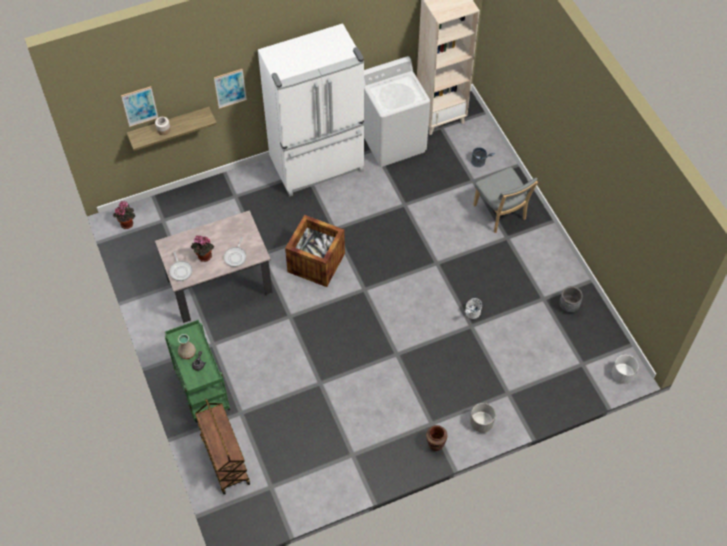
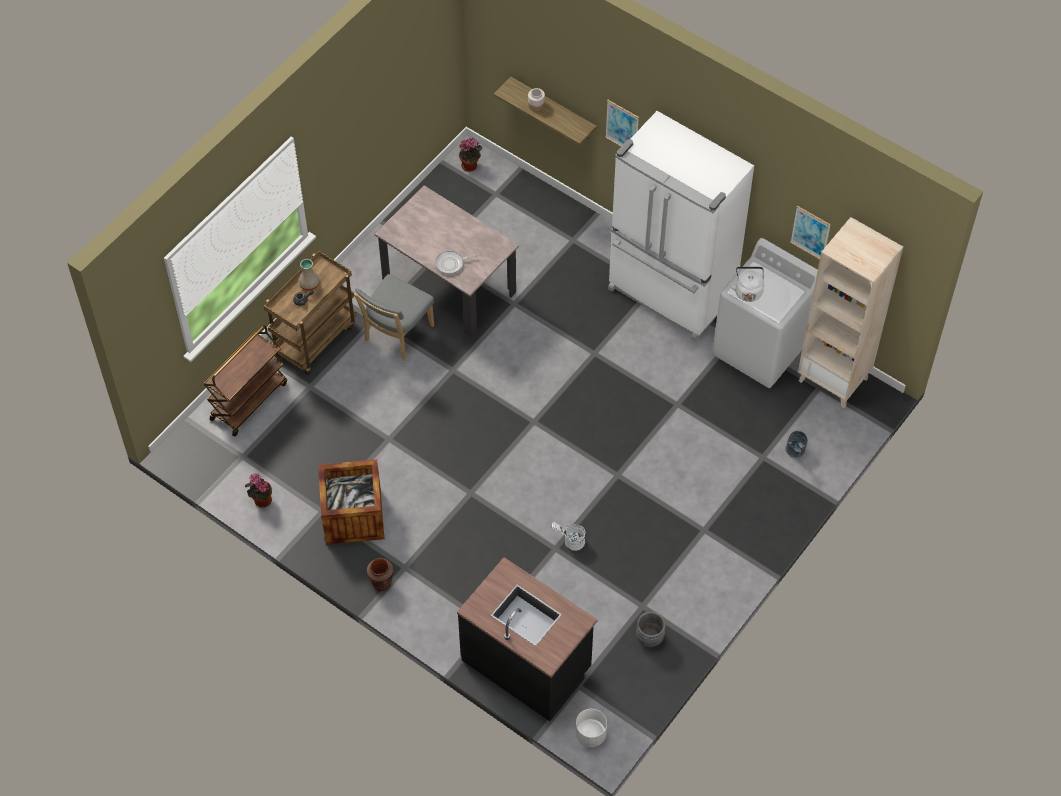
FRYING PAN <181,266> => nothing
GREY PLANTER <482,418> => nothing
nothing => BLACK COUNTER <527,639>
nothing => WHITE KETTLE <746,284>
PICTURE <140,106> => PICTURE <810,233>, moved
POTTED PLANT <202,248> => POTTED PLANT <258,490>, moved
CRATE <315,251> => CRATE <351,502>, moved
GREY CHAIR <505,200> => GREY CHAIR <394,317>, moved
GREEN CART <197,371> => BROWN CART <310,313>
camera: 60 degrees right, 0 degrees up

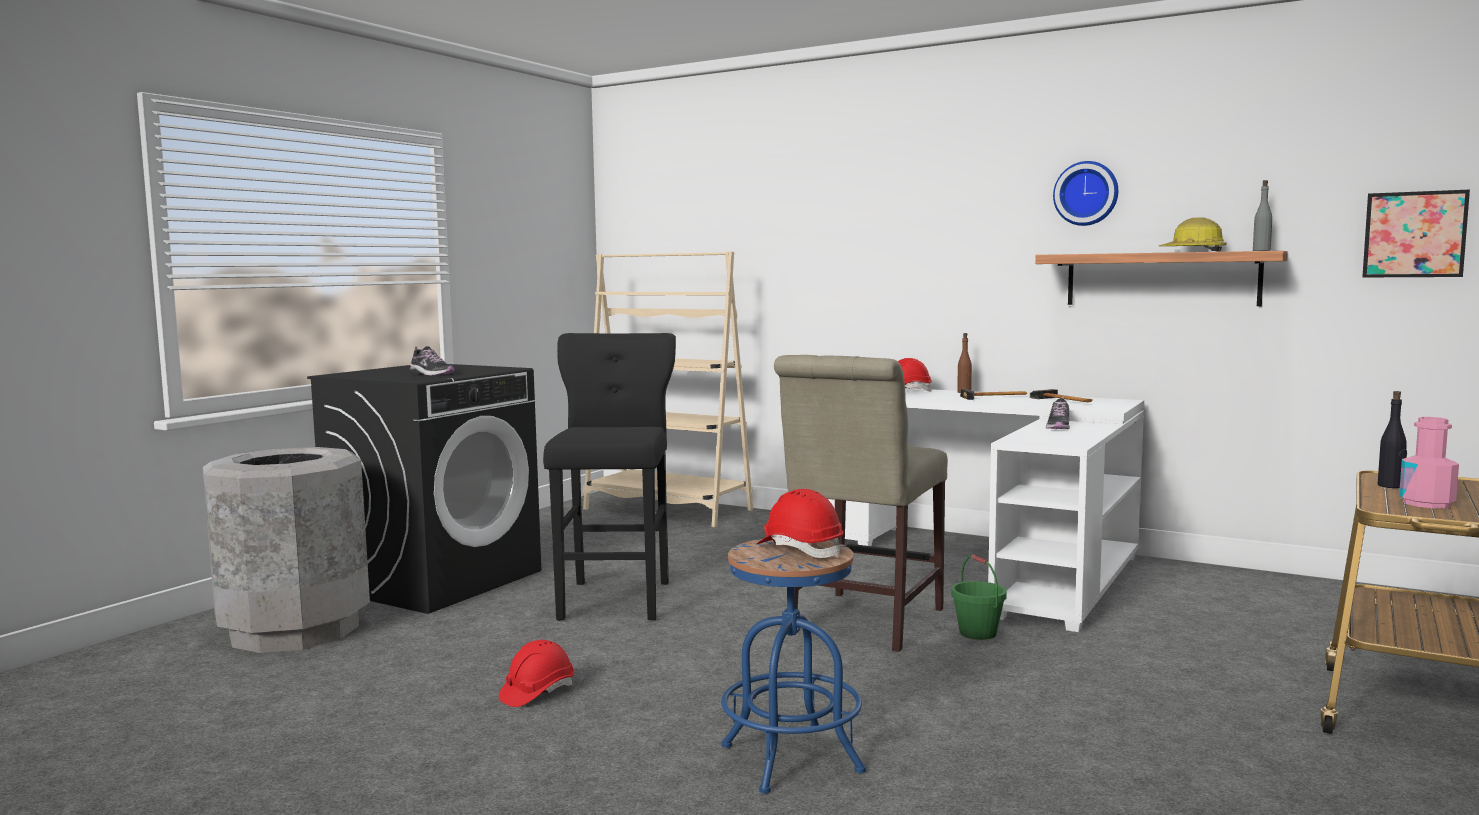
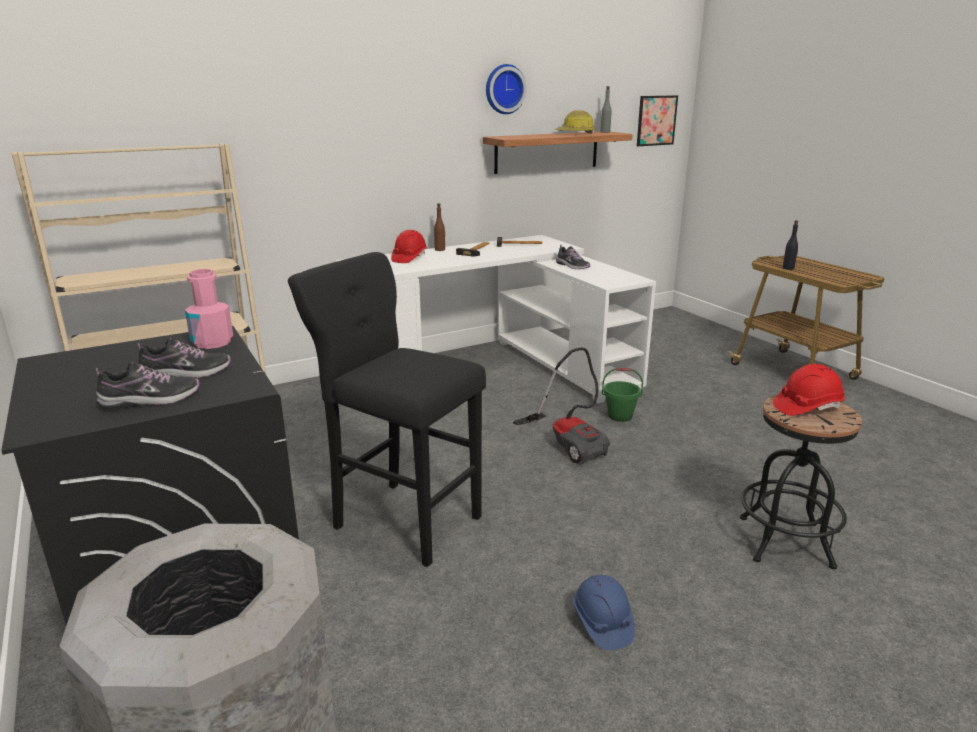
nothing => SHOE <147,385>
PINK BOTTLE <1429,462> => PINK BOTTLE <209,309>, moved
BEIGE CHAIR <861,503> => VACUUM CLEANER <561,405>
RED HARD HAT <536,673> => BLUE HARD HAT <604,612>
BLUE STOOL <793,666> => BLACK STOOL <801,482>
camera: 60 degrees left, 15 degrees up

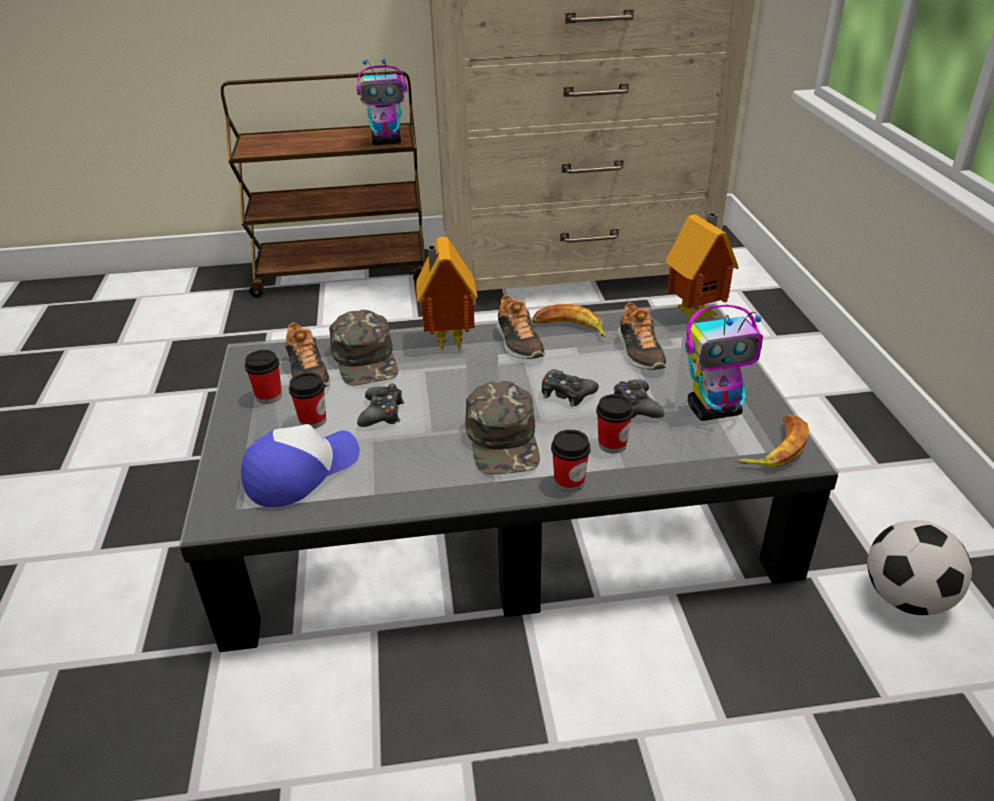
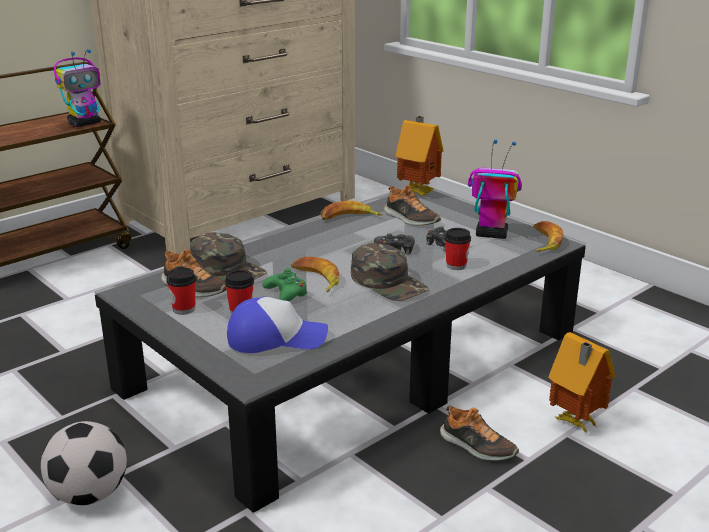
CUP <571,460> => nothing
nothing => BANANA <315,274>
TOY HOUSE <446,294> => TOY HOUSE <582,382>, moved
SHOE <520,326> => SHOE <479,433>, moved
FOOTBALL <919,567> => FOOTBALL <84,463>, moved
BLACK GAME CONTROLLER <380,405> => GREEN GAME CONTROLLER <285,284>
CAP <300,465> => CAP <277,325>, 75 degrees clockwise
TOY ROBOT <724,363> => TOY ROBOT <495,189>, 120 degrees counterclockwise
camera: 35 degrees left, 10 degrees down

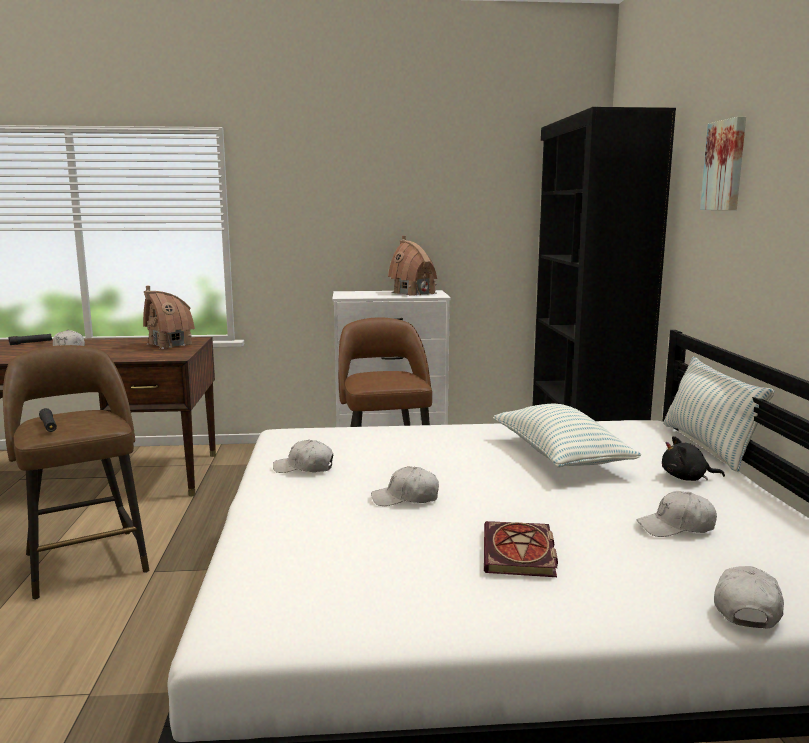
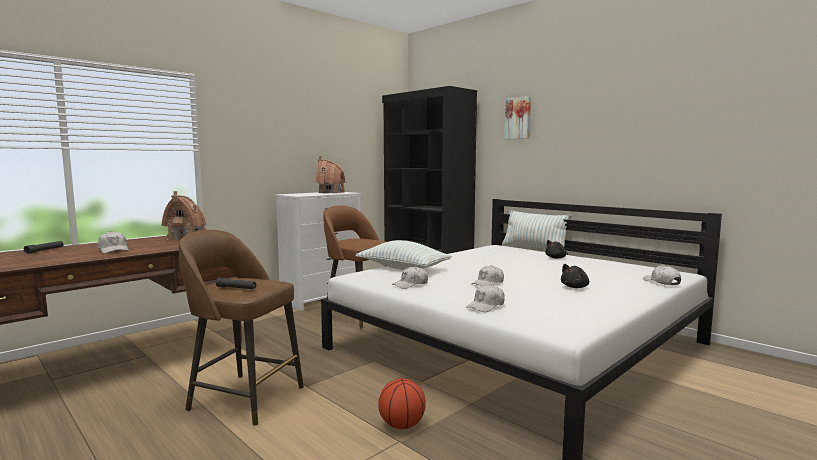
nothing => BASKETBALL <402,403>
PILLOW <567,436> => PILLOW <404,255>, moved
WHITE CAP <676,514> => WHITE CAP <485,298>, moved
BOOK <521,549> => BLACK PLUSH TOY <575,276>
camera: 40 degrees left, 5 degrees down

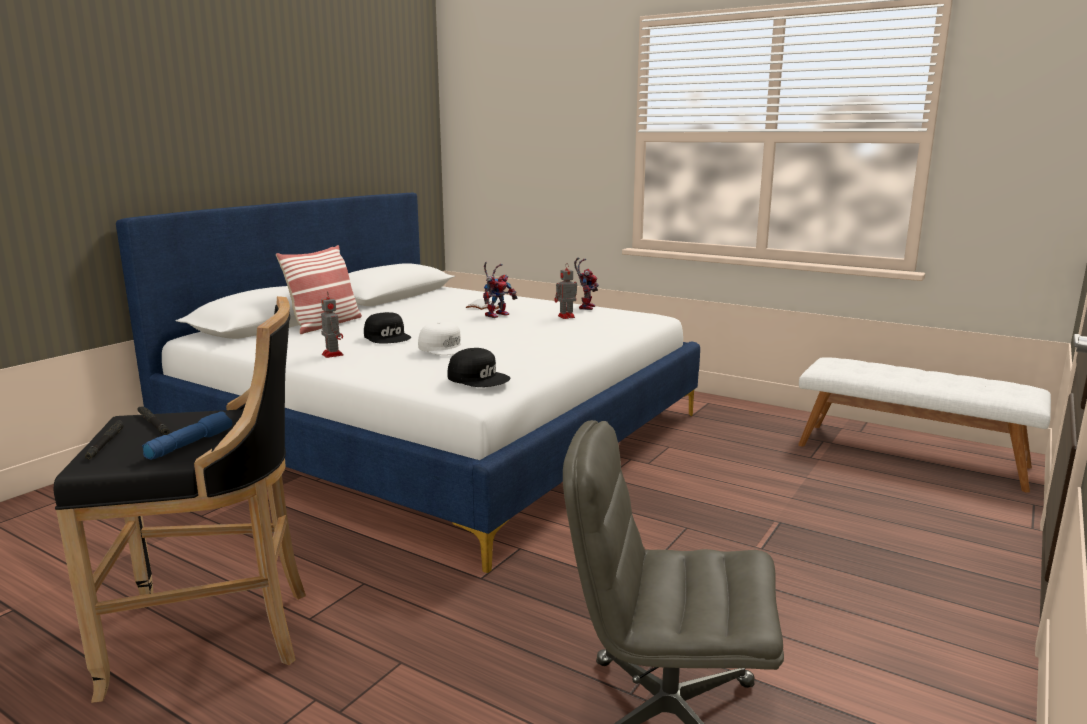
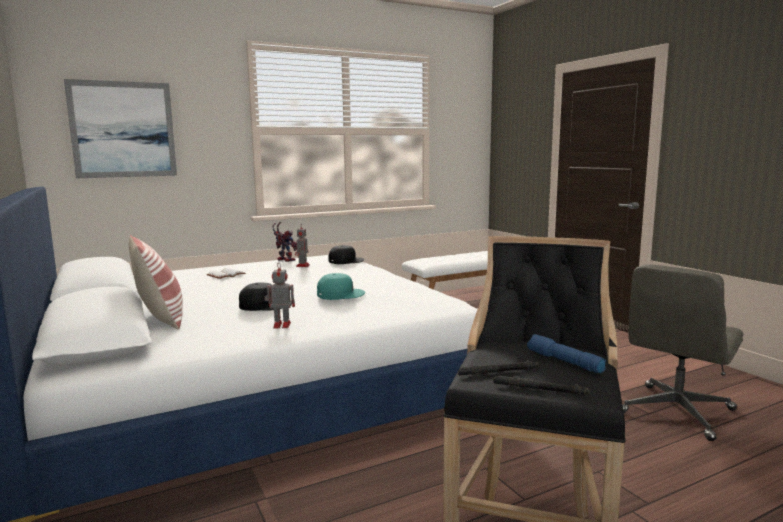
TOY ROBOT <500,290> => nothing
nothing => PICTURE <120,128>
BLACK CAP <479,367> => BLACK CAP <346,254>, moved
WHITE CAP <445,338> => TURQUOISE CAP <341,286>
camera: 60 degrees left, 5 degrees down

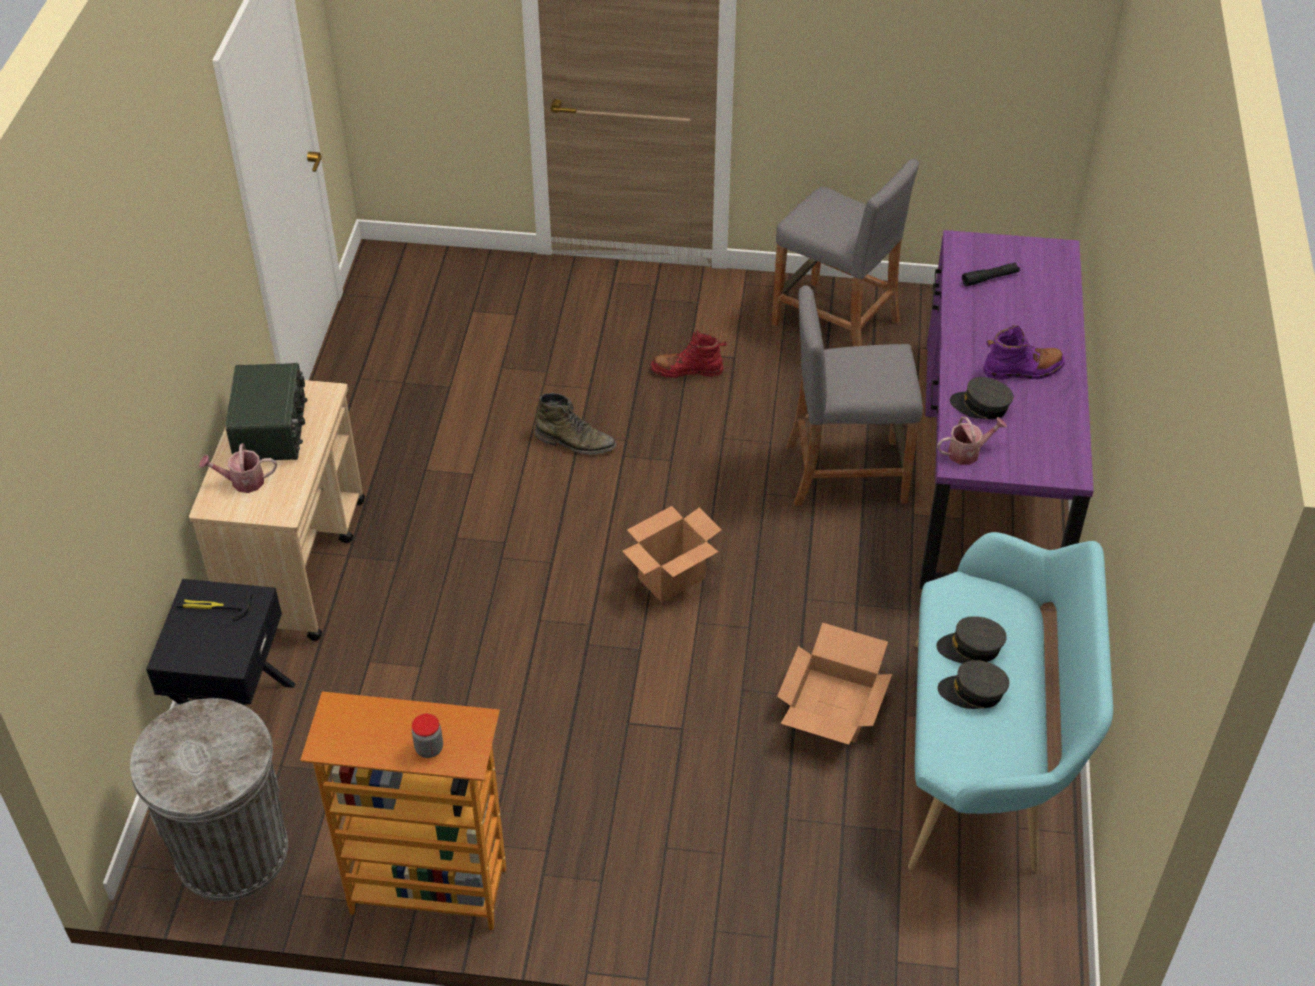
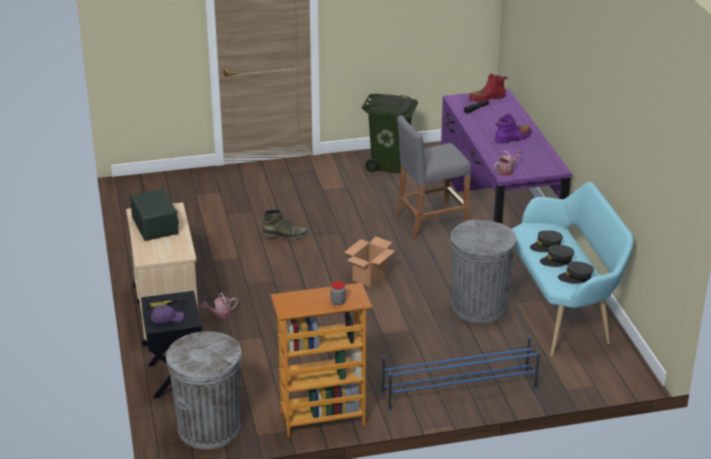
nothing => PURPLE CAP <167,314>
nothing => BLUE SHOE RACK <461,373>
WATERING CAN <238,468> => WATERING CAN <219,305>, moved
RED BOOT <688,354> => RED BOOT <488,87>, moved
GREY CAP <982,398> => GREY CAP <576,272>, moved
GREY STOOL <845,253> => GREEN TRASH CAN <390,133>
CARDBOARD BOX <834,684> => GREY TRASH CAN <483,271>
camera: 20 degrees left, 15 degrees down

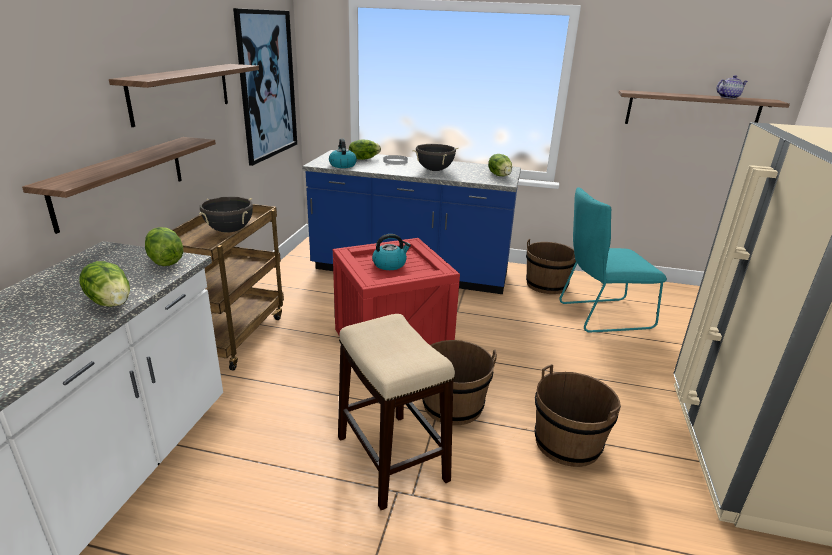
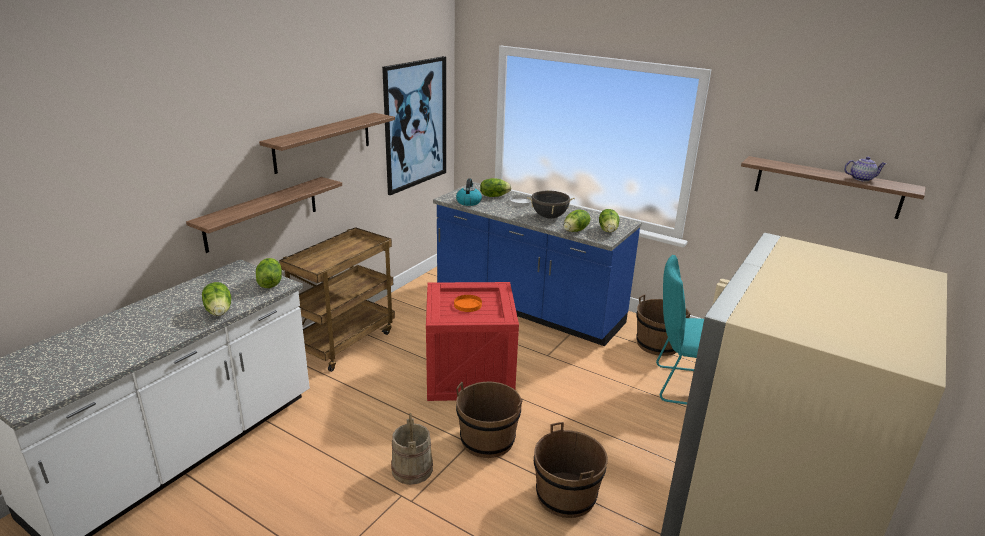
BLACK COOKING POT <225,214> => nothing
nothing => LETTUCE <577,220>
STOOL <396,412> => BEIGE BUCKET <412,449>
KETTLE <391,252> => ORANGE PLATE <468,303>
camera: 20 degrees right, 0 degrees up

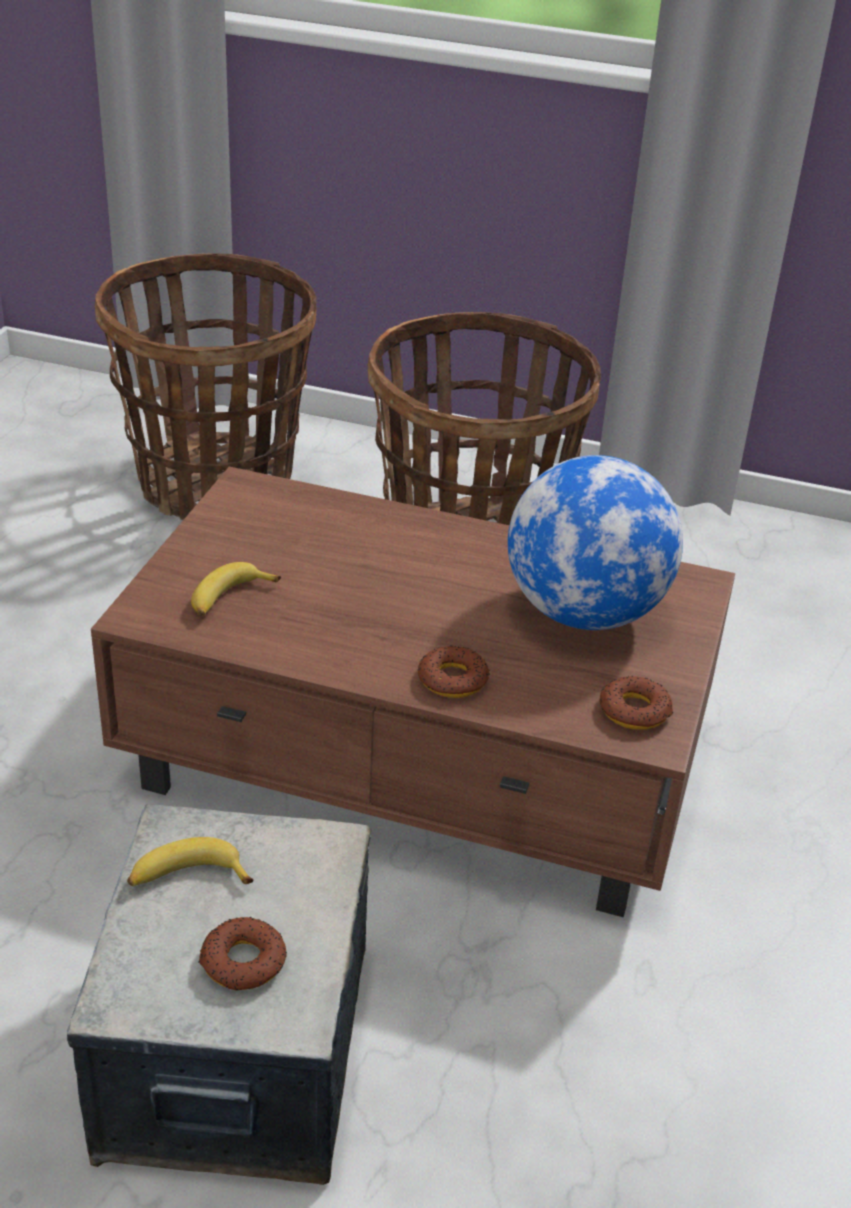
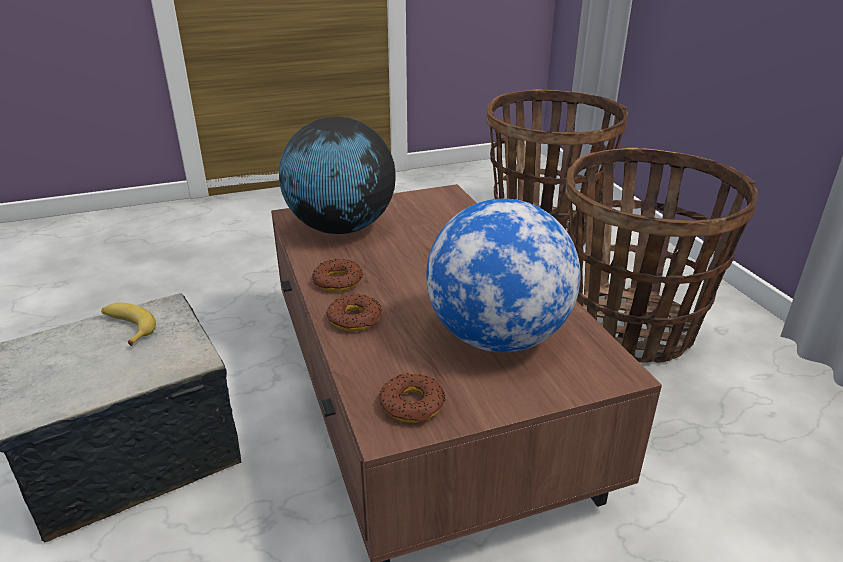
DONUT <242,954> => DONUT <337,275>, moved
BANANA <236,589> => GLOBE <337,175>
camera: 55 degrees right, 5 degrees down

